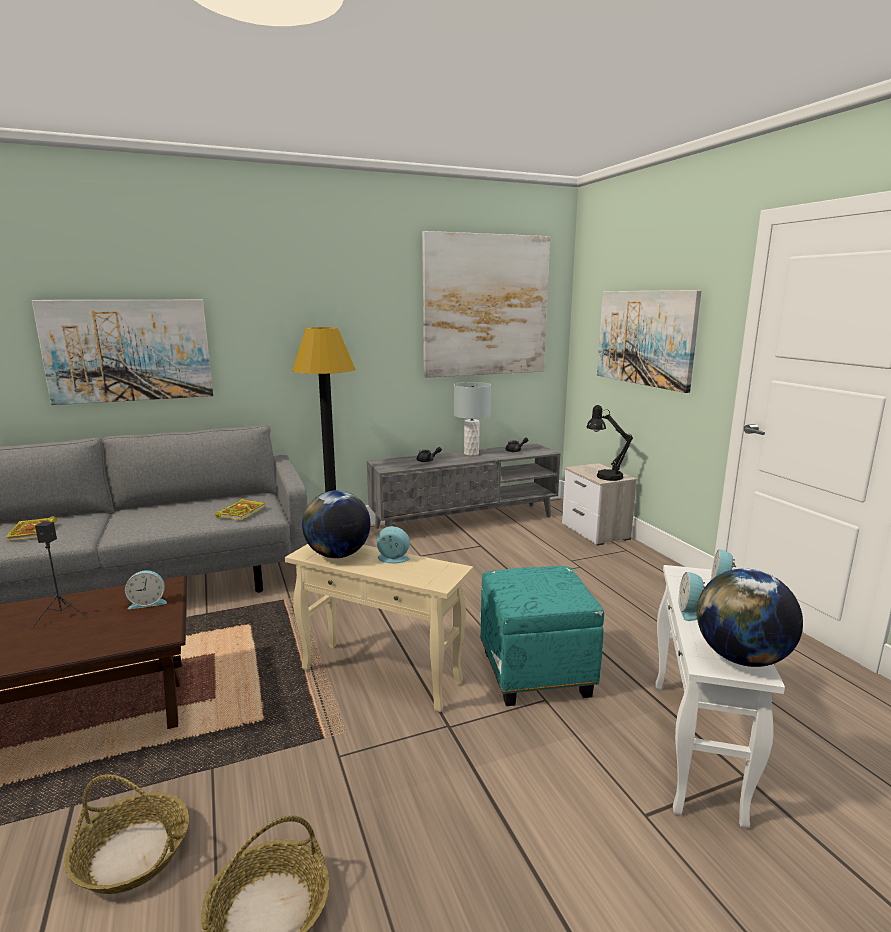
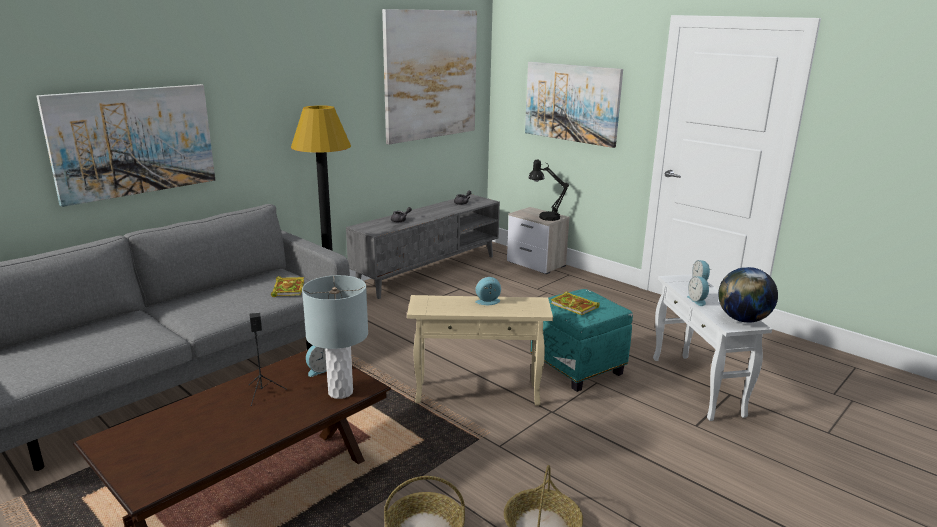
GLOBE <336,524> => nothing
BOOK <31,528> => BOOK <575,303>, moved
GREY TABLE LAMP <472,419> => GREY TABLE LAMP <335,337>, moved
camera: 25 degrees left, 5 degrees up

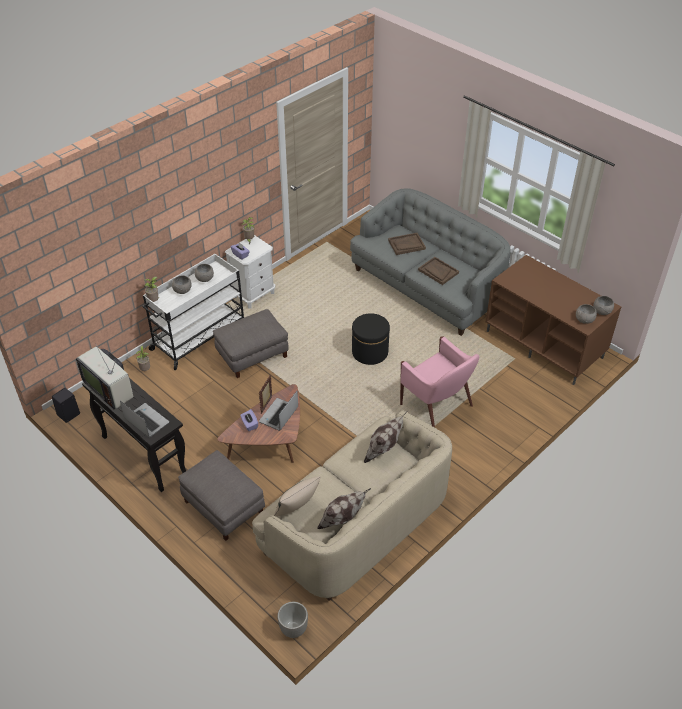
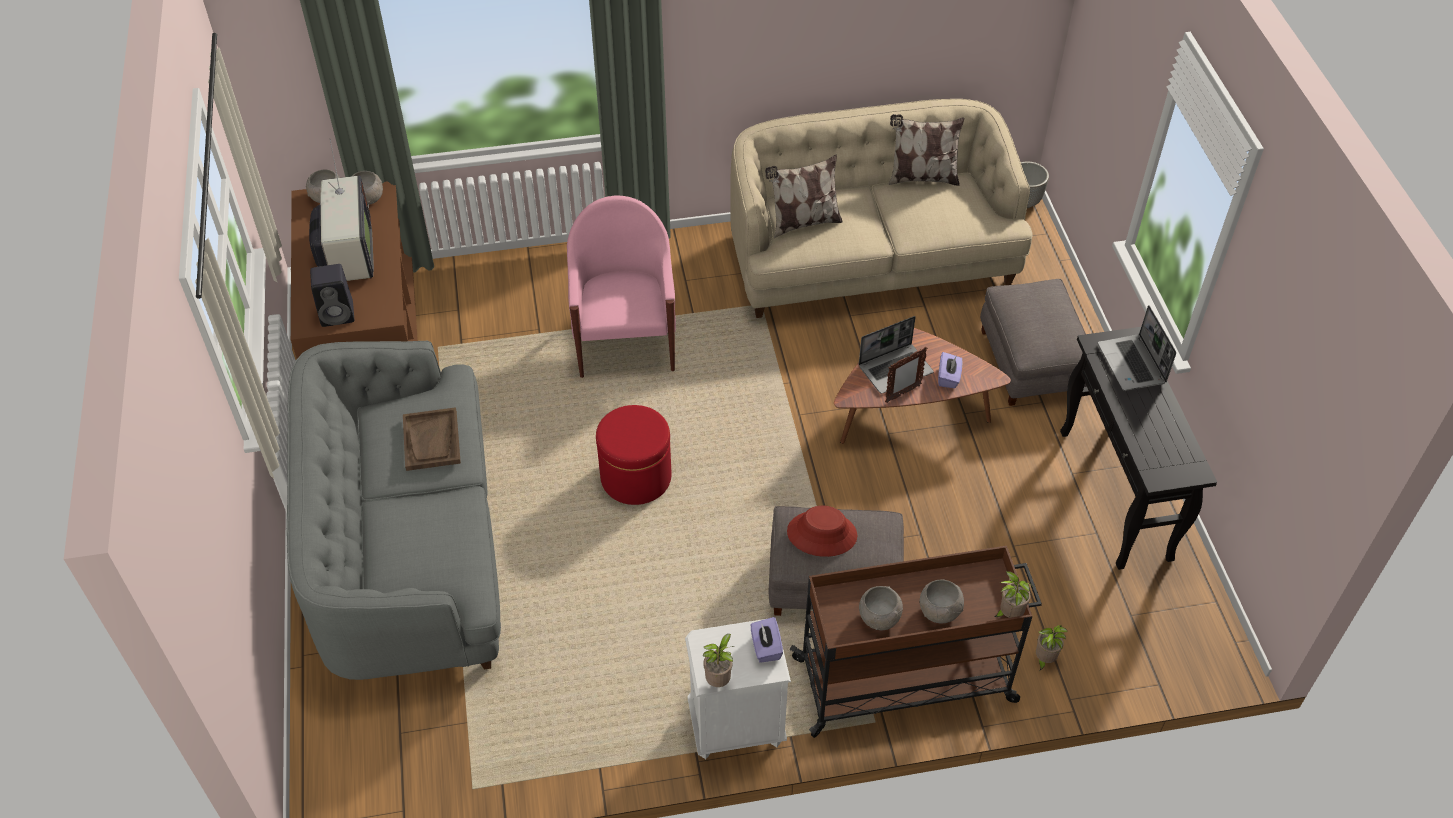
BEIGE PILLOW <297,496> => nothing
BROWN TRAY <407,244> => nothing
nothing => RED HAT <822,531>
BLACK SPEAKER <66,405> => BLACK SPEAKER <332,295>, moved
TELEVISION <104,376> => TELEVISION <341,210>, moved
WHITE CART <193,312> => BROWN CART <916,642>
BLACK OTTOMAN <371,339> => RED OTTOMAN <634,455>
camera: 145 degrees left, 5 degrees up

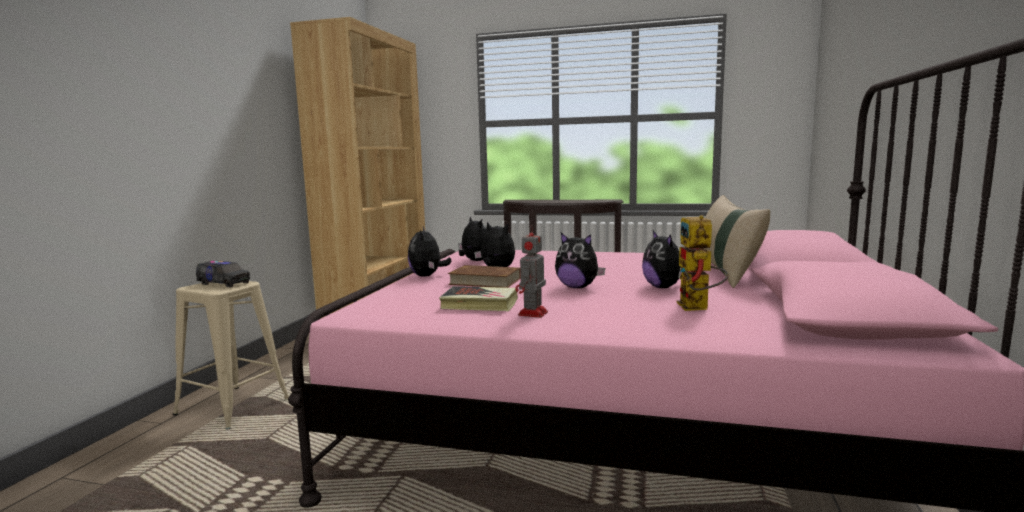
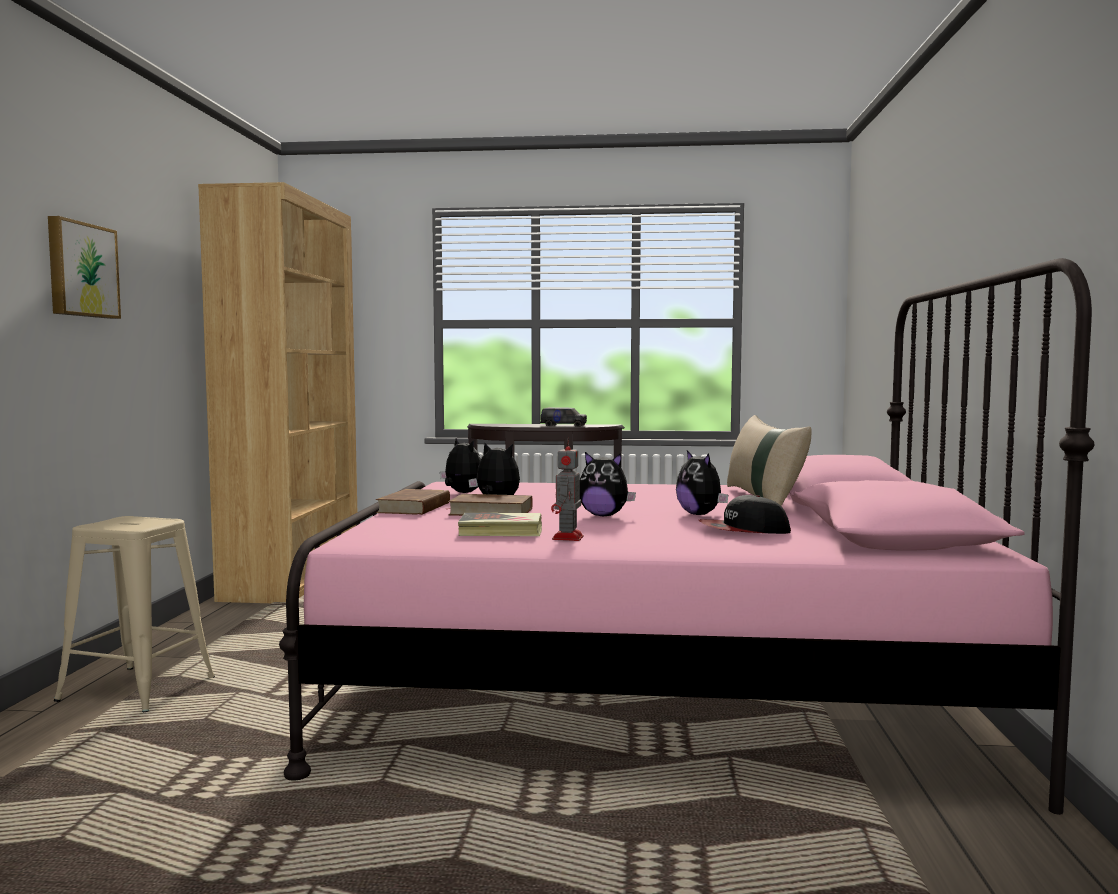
nothing => PICTURE <84,267>
TOY TRUCK <223,274> => TOY TRUCK <563,417>, moved
PLUSH TOY <430,252> => BROWN BOOK <413,502>
TOY ROBOT <702,263> => CAP <745,514>
camera: 10 degrees left, 5 degrees down

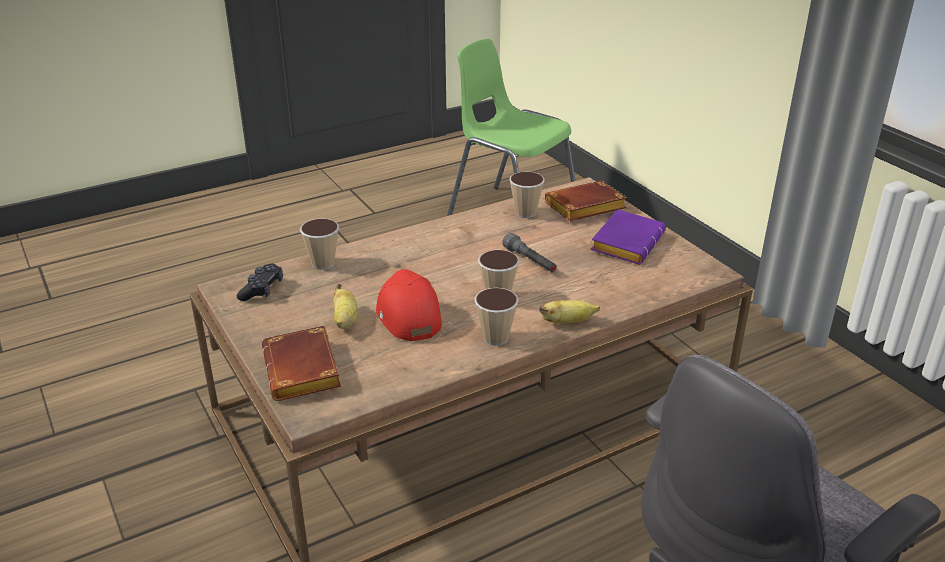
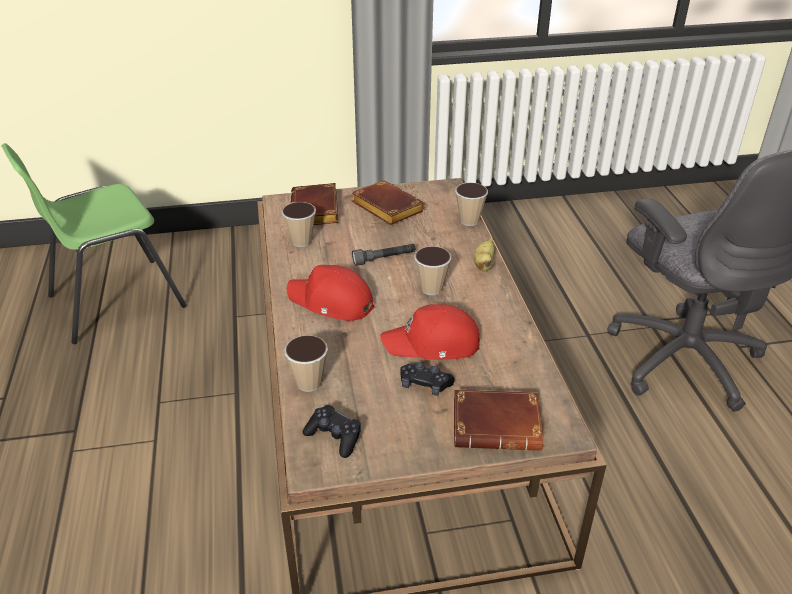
nothing => RED CAP <331,293>
CUP <496,317> => CUP <471,204>, moved
BANANA <345,306> => BLACK GAME CONTROLLER <427,379>
PURPLE BOOK <628,236> => BROWN BOOK <388,202>
camera: 70 degrees left, 5 degrees up

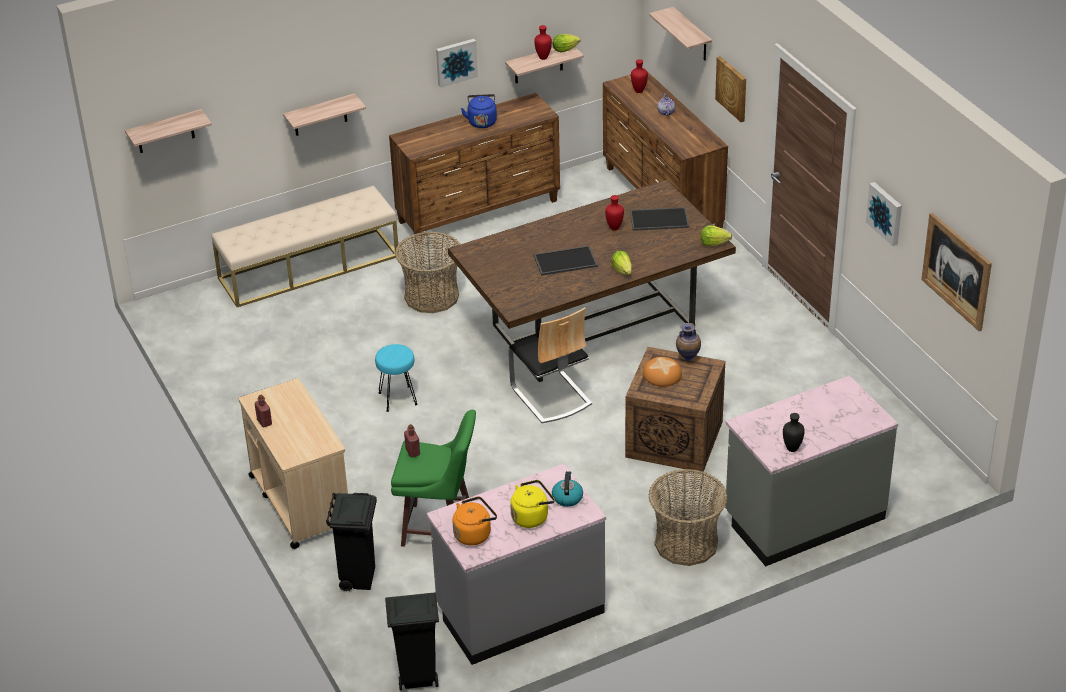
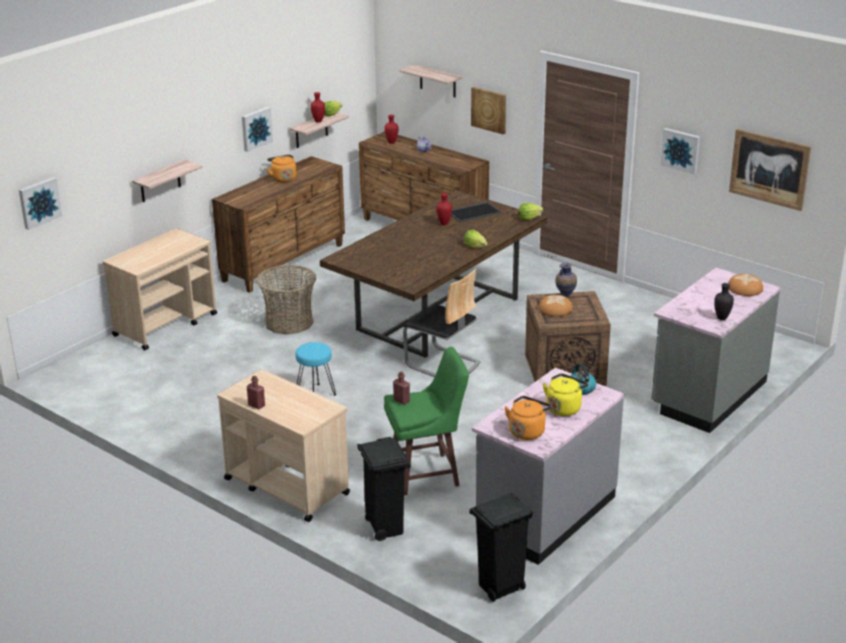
TRAY <566,261> => nothing
BASKET <688,517> => nothing
nothing => BREAD <745,285>
SHELF <168,131> => PICTURE <40,203>
BEIGE BENCH <305,246> => BEIGE CART <160,289>
BLUE KETTLE <479,111> => ORANGE KETTLE <281,168>
camera: 25 degrees left, 10 degrees down

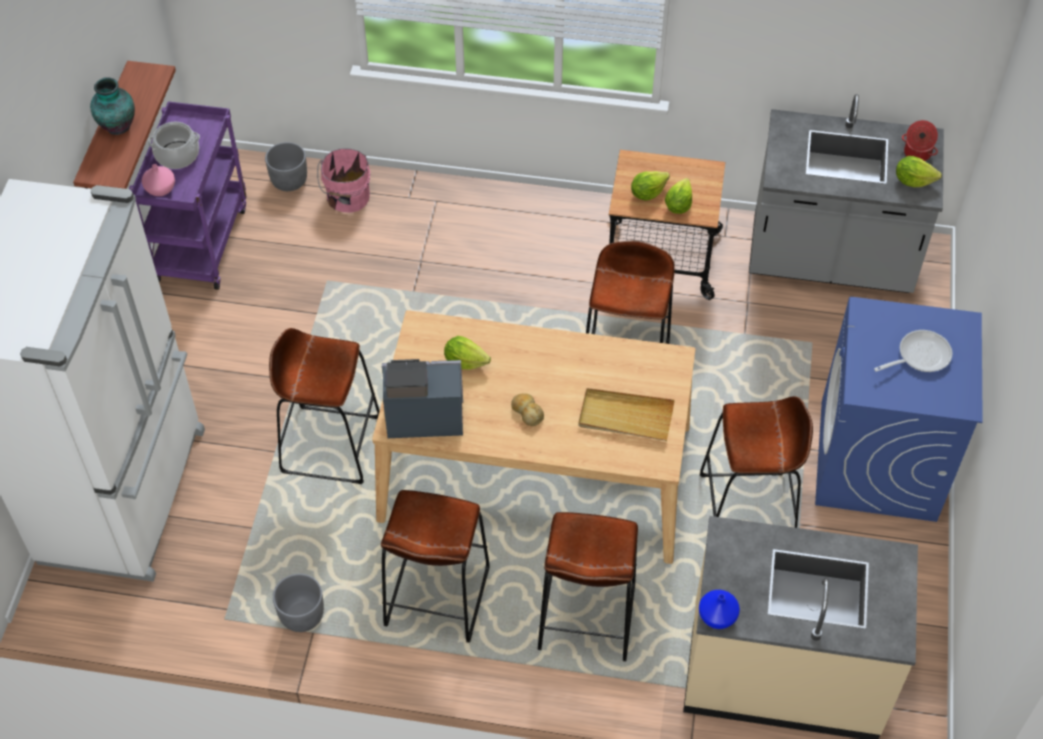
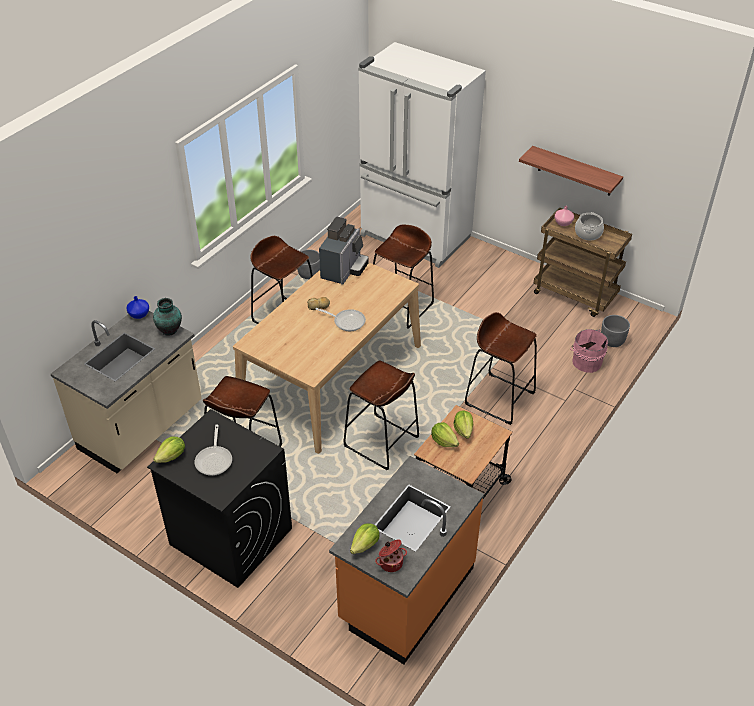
BEIGE TRAY <626,414> => nothing
nothing => FRYING PAN <340,319>
VASE <112,106> => VASE <167,317>, moved
LETTUCE <467,353> => LETTUCE <169,449>, moved
BROWN STOOL <588,586> => BROWN STOOL <501,368>, moved
PURPLE CART <188,195> => BROWN CART <583,262>
GREY COUNTER <846,193> => ORANGE COUNTER <406,560>
BLUE WASHING MACHINE <899,409> => BLACK WASHING MACHINE <219,498>
camera: 115 degrees right, 10 degrees down

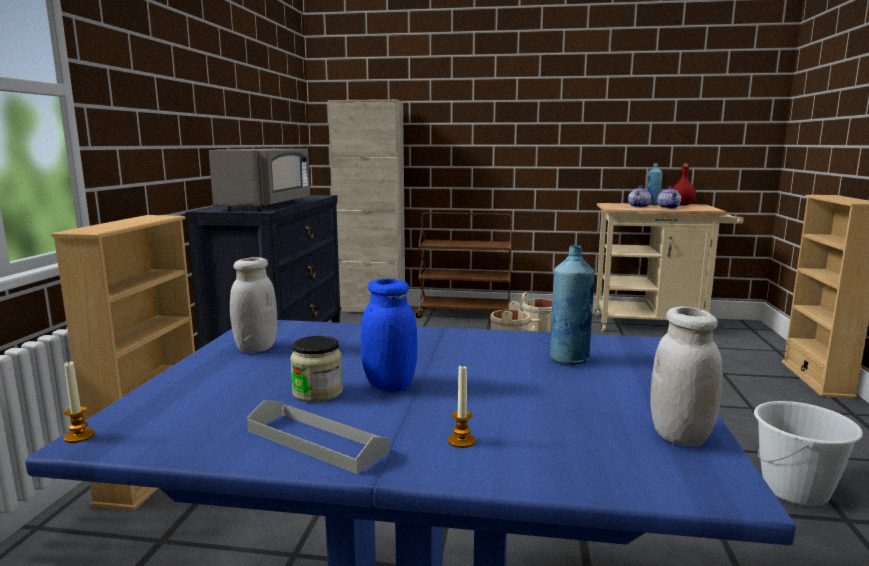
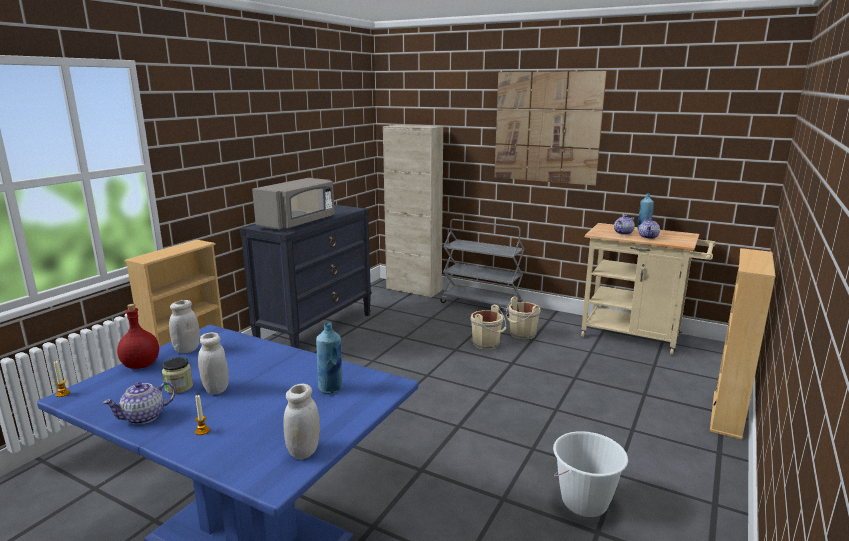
nothing => PICTURE <550,128>
RED BOTTLE <684,184> => RED BOTTLE <138,336>, moved
GREY TRAY <318,437> => TEAPOT <139,403>
BLUE JAR <389,335> => WHITE JAR <213,363>
BROWN CART <464,265> => GREY CART <482,267>
camera: 20 degrees right, 5 degrees up

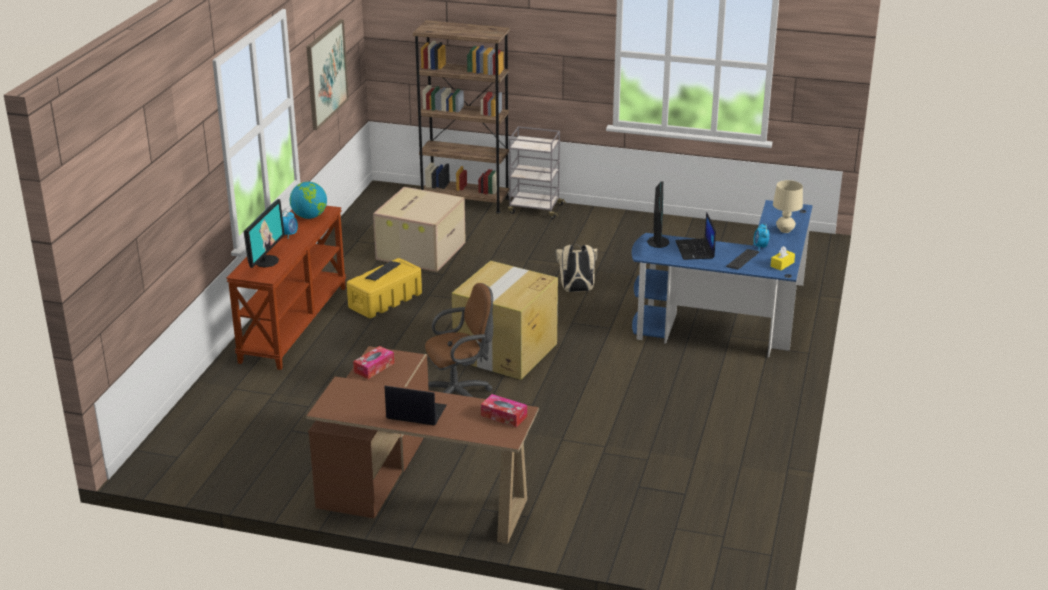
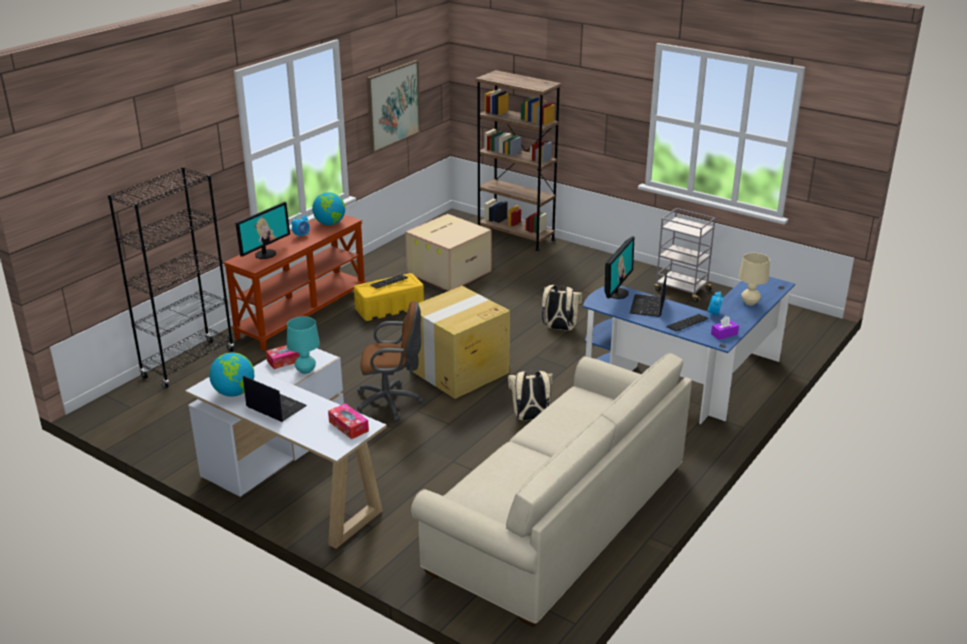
nothing => BLACK BOOKCASE <171,277>
nothing => GLOBE <231,374>
nothing => TURQUOISE TABLE LAMP <303,345>
nothing => BEIGE SOFA <551,489>
nothing => BEIGE BACKPACK <530,395>
GREY CART <537,172> => GREY CART <685,255>, moved
BROWN DESK <422,445> => WHITE DESK <286,448>
YELLOW TISSUE BOX <783,258> => PURPLE TISSUE BOX <725,328>
camera: 20 degrees right, 0 degrees up

